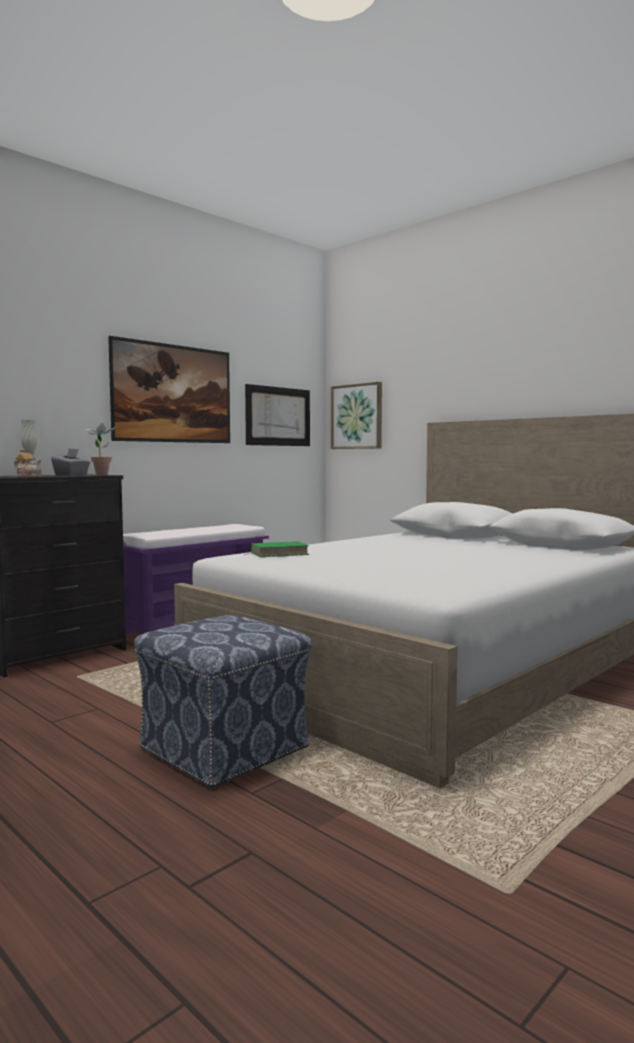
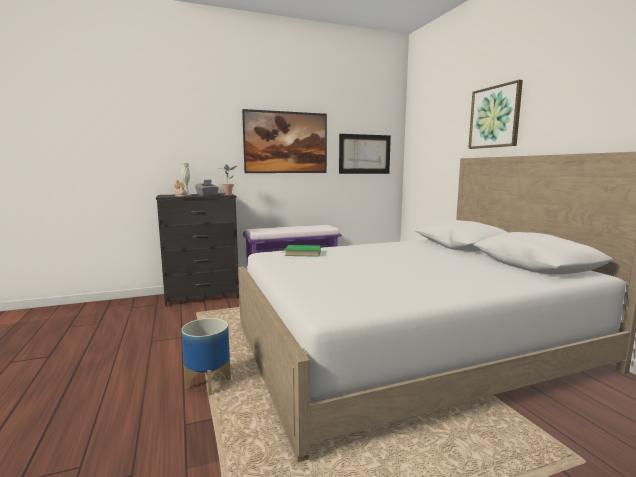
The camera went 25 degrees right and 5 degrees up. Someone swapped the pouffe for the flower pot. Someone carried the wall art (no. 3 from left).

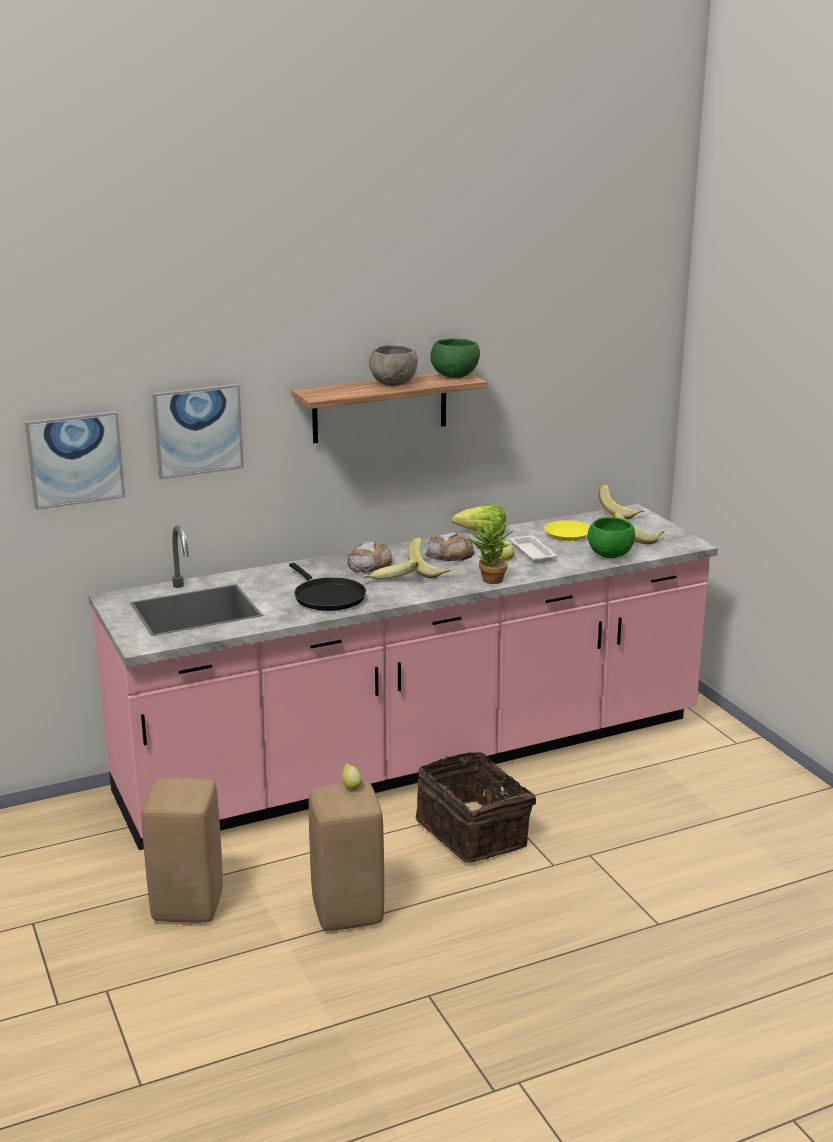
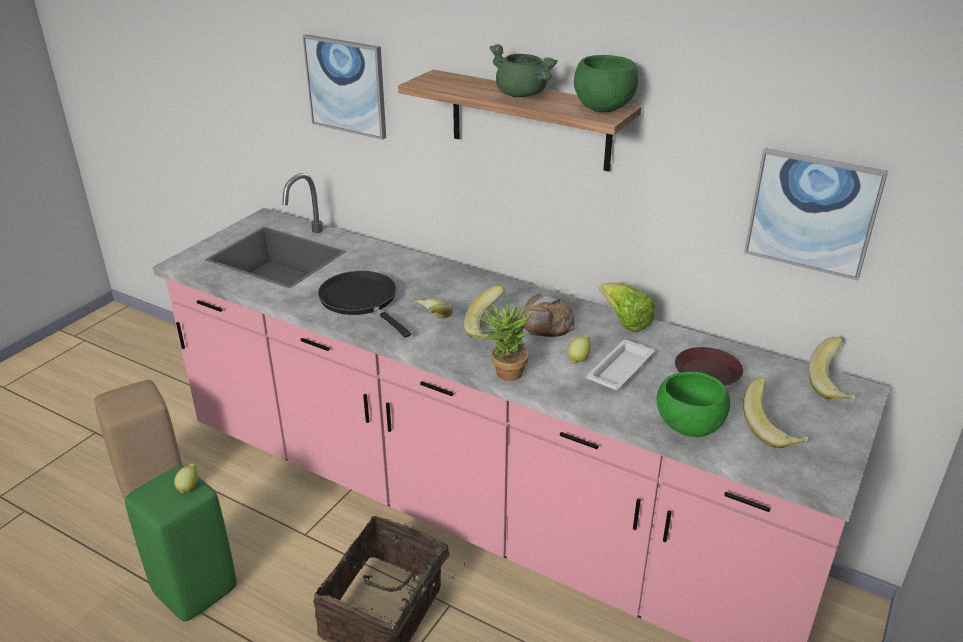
The camera went 55 degrees right and 10 degrees up. Someone carried the wall art (no. 1 from left in the first image). Someone rotated the black frying pan by 120 degrees clockwise. Someone repainted the beige stool (no. 2 from left), which became the greenish stool. Someone took away the bakery bread (no. 1 from left). Someone swapped the greyish deep dish for the greenish saucepot. Someone repainted the yellowish plate, which became the brown-coloured plate.

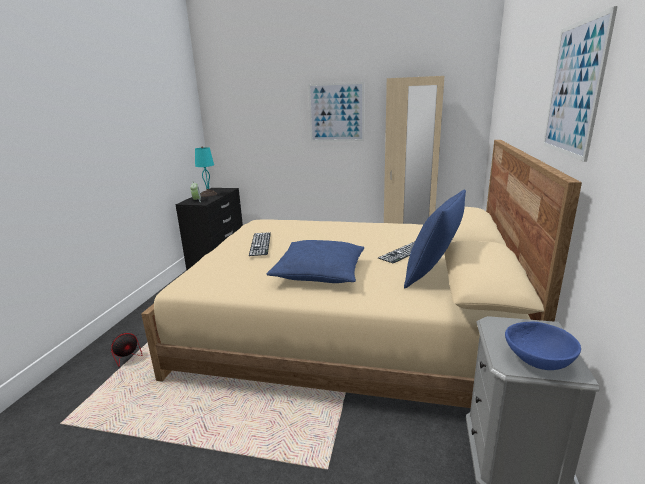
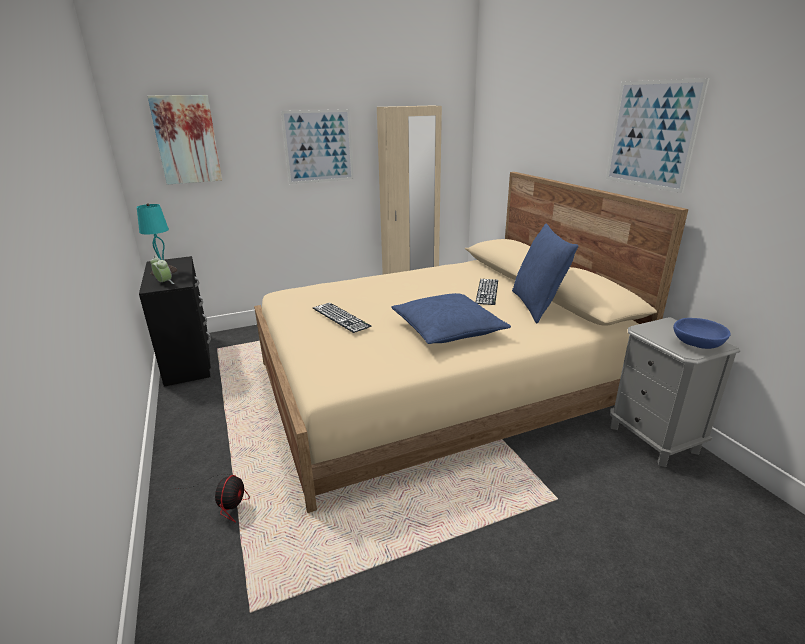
The camera went 35 degrees left and 5 degrees up. Someone put up the wall art (no. 1 from left).

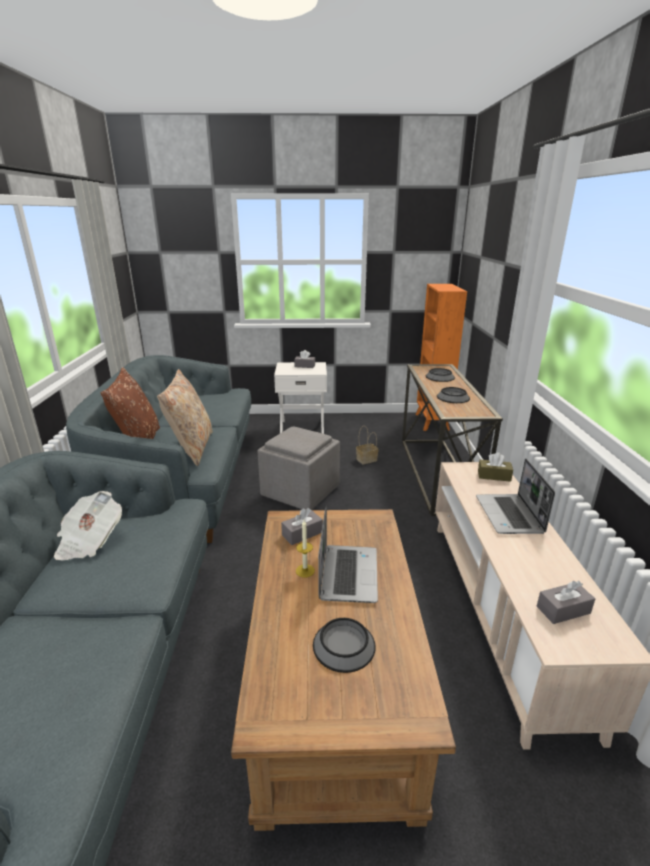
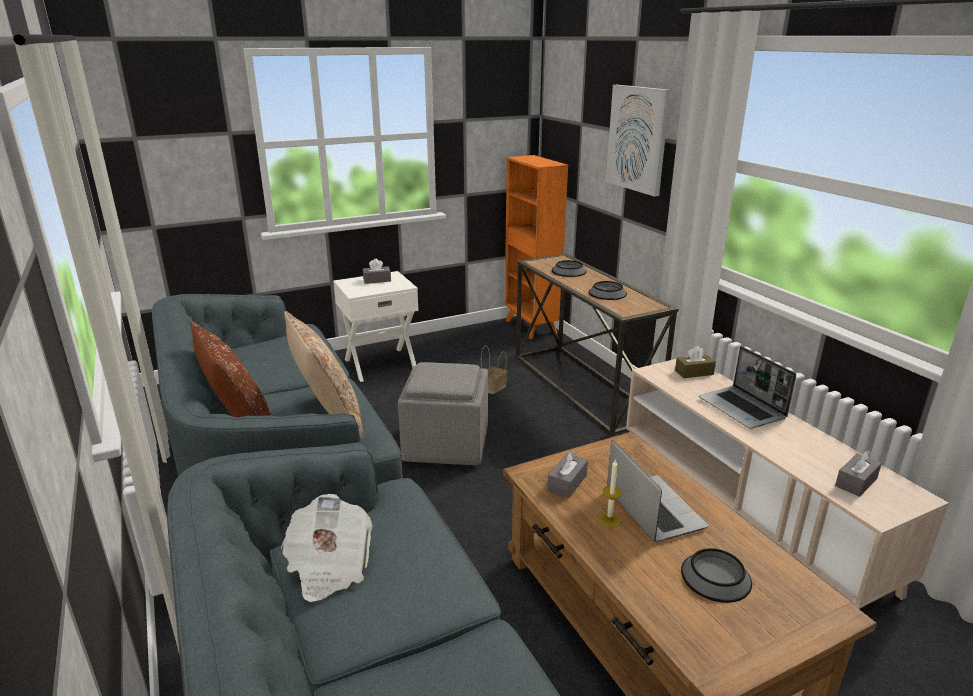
The camera went 25 degrees left and 0 degrees up. Someone put up the wall art.

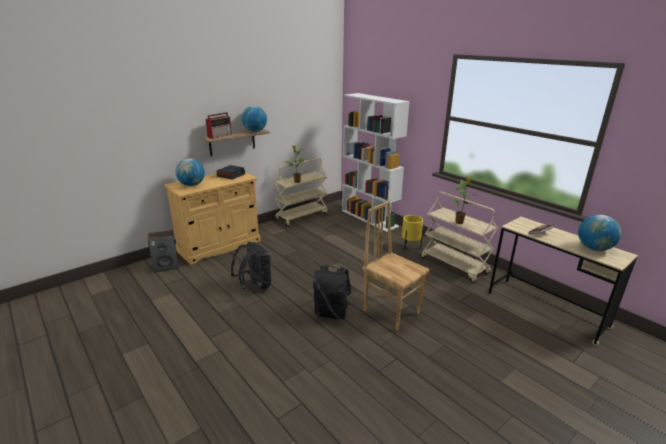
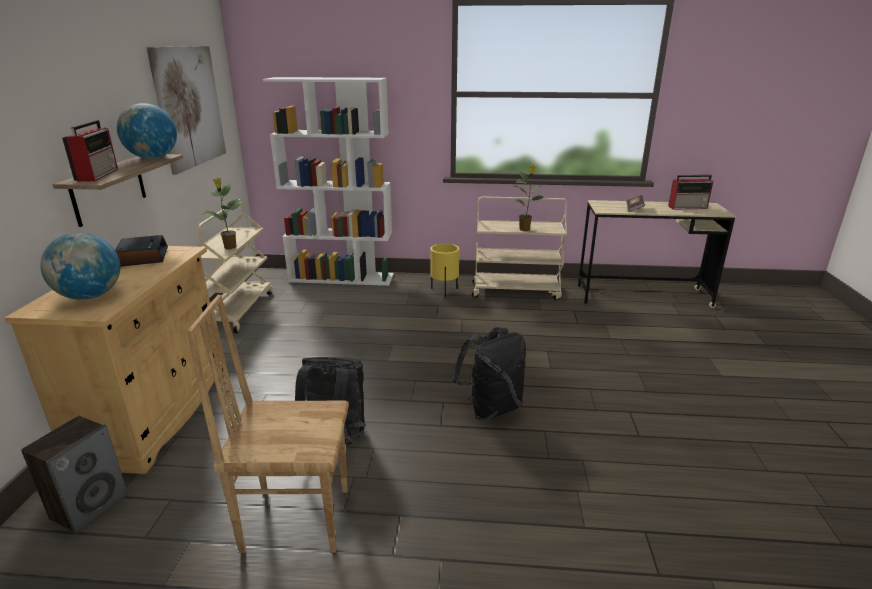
The camera went 45 degrees left and 0 degrees up. Someone carried the brown-coloured upright chair. Someone swapped the desk globe (no. 3 from left) for the radio (no. 2 from left). Someone put up the wall art.

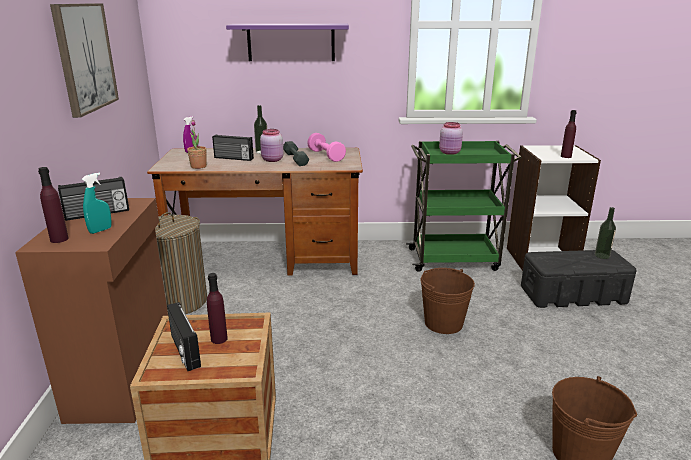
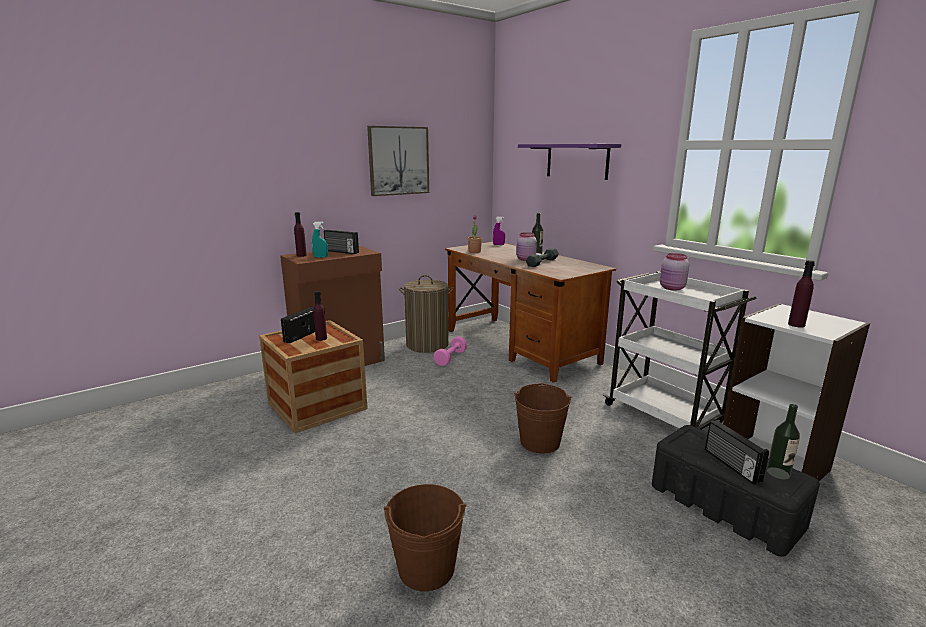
The camera went 55 degrees right and 5 degrees down. Someone carried the radio (no. 3 from left). Someone carried the pink-coloured free weight. Someone repainted the greenish cart, which became the white-coloured cart.

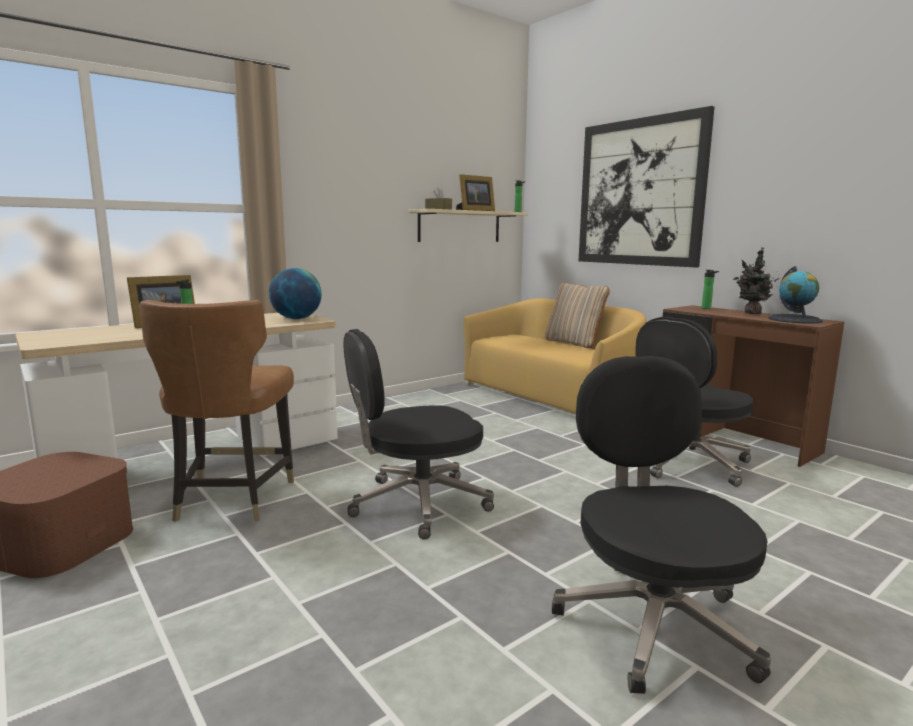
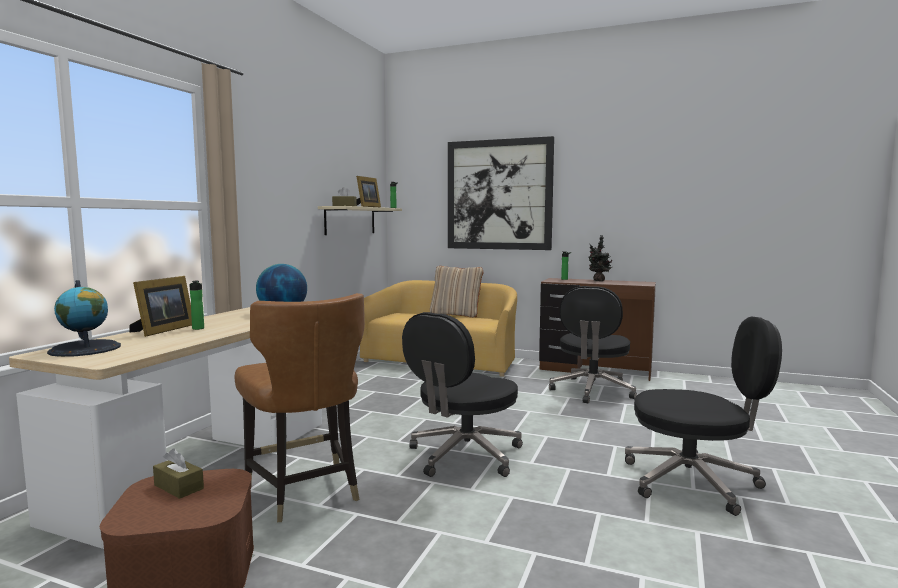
The camera went 30 degrees left and 5 degrees down. Someone rotated the black office chair (no. 2 from left in the first image) by 135 degrees clockwise. Someone carried the desk globe (no. 2 from left in the first image). Someone put down the brown-coloured tissue box (no. 1 from left).

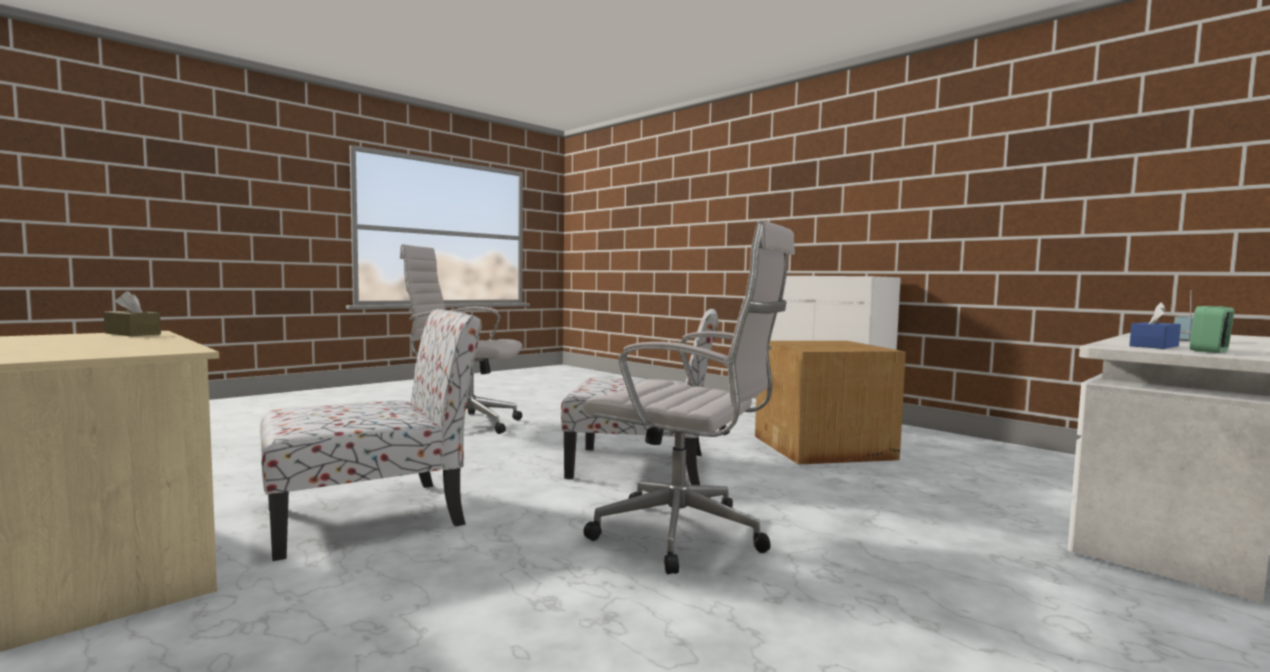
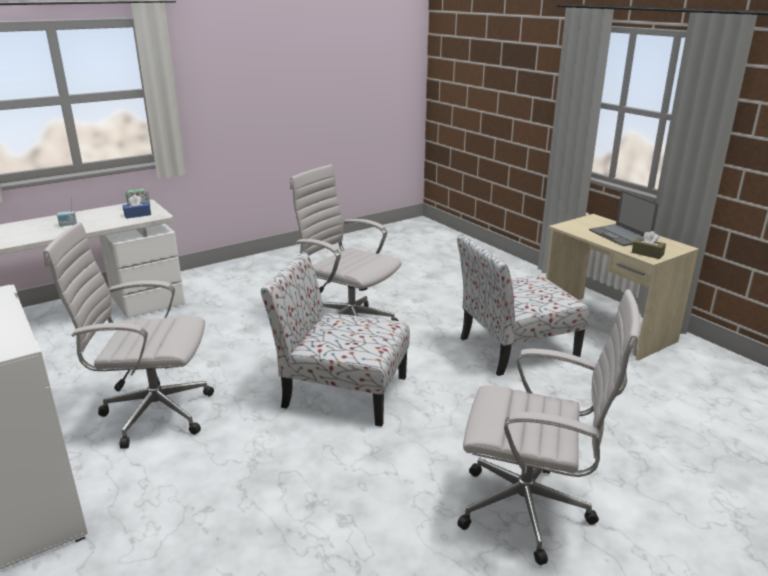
The camera went 170 degrees left and 20 degrees up. Someone swapped the cardboard box for the white-coloured office chair (no. 1 from left). Someone put down the notebook computer.

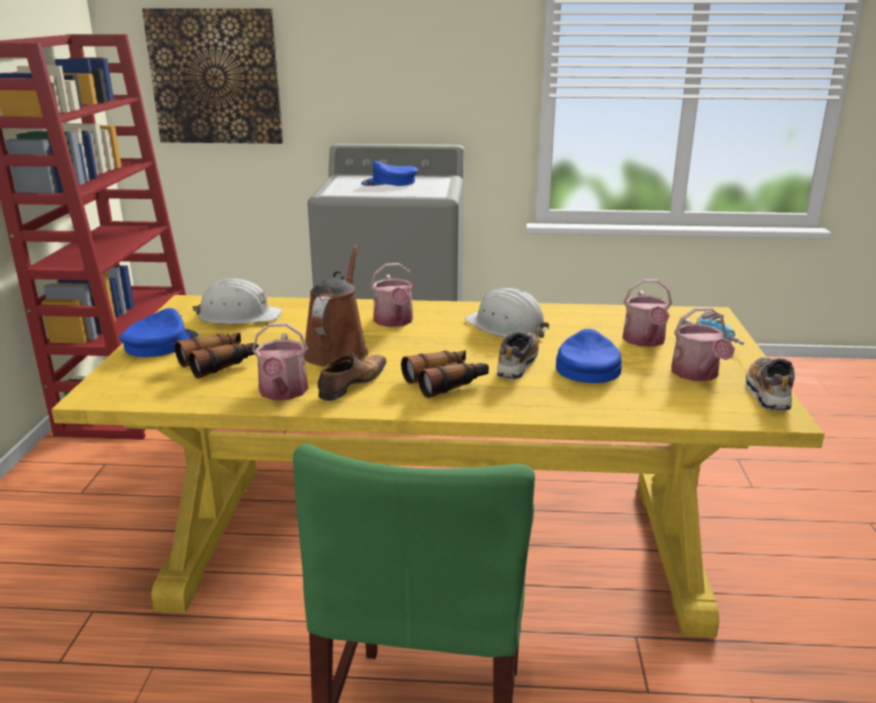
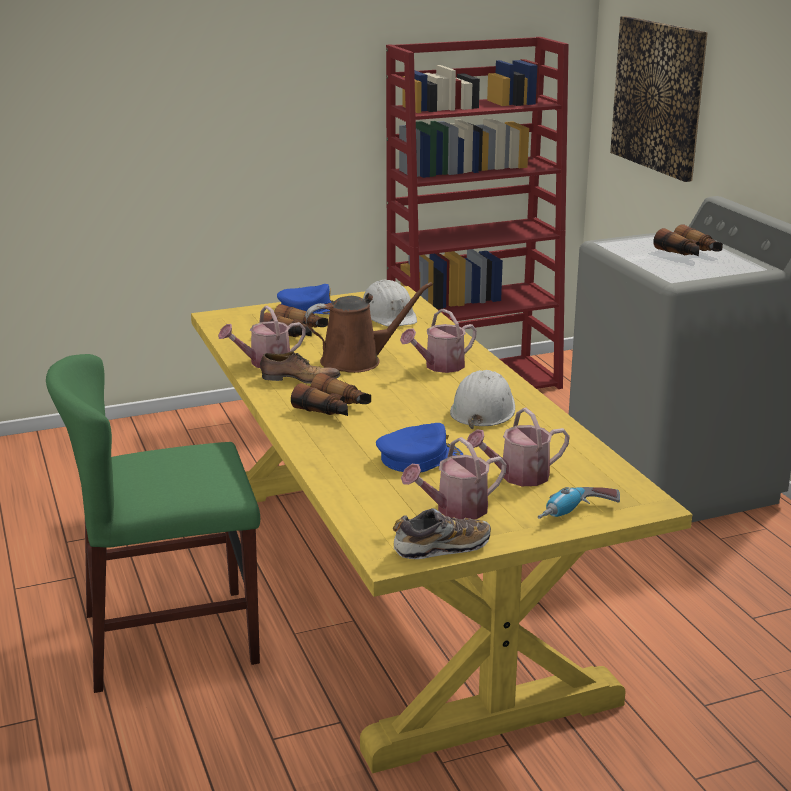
The camera went 65 degrees right and 0 degrees up. Someone swapped the blue cap (no. 2 from left) for the binoculars (no. 3 from left). Someone took away the item of footwear (no. 2 from left).

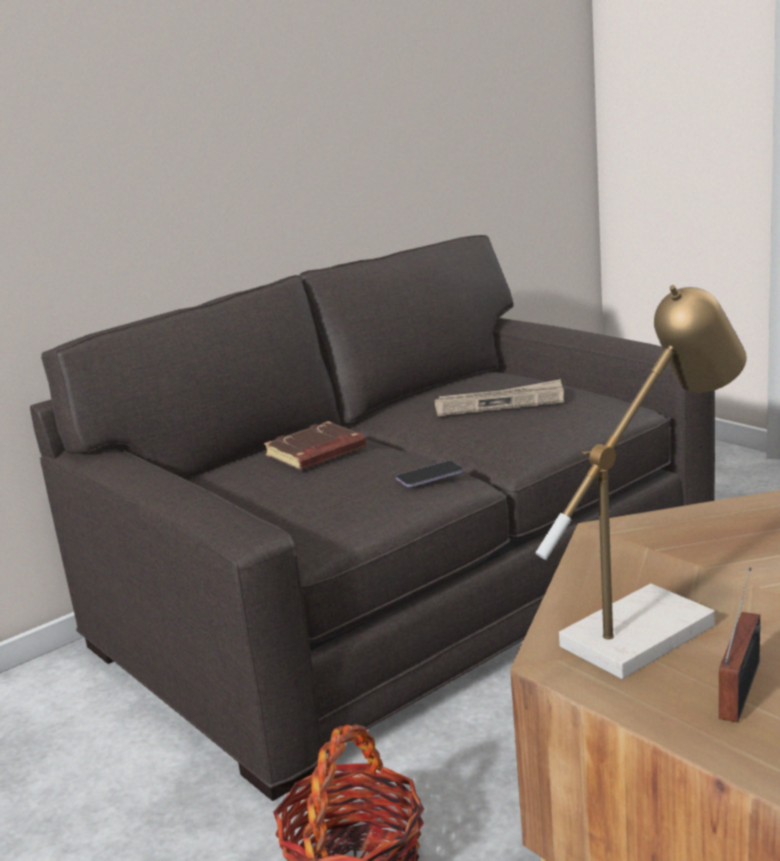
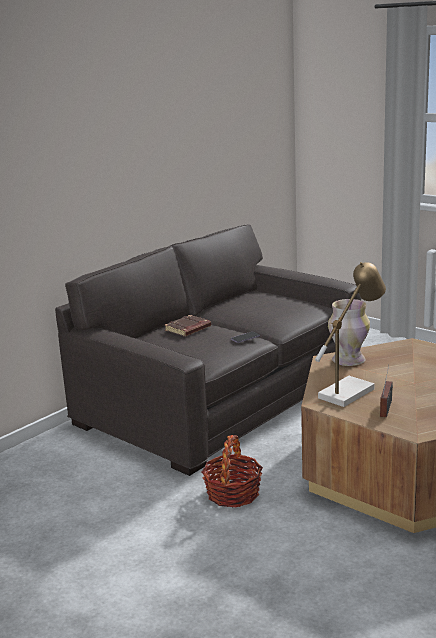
The camera went 10 degrees left and 0 degrees up. Someone took away the printed paper. Someone put down the vase.

